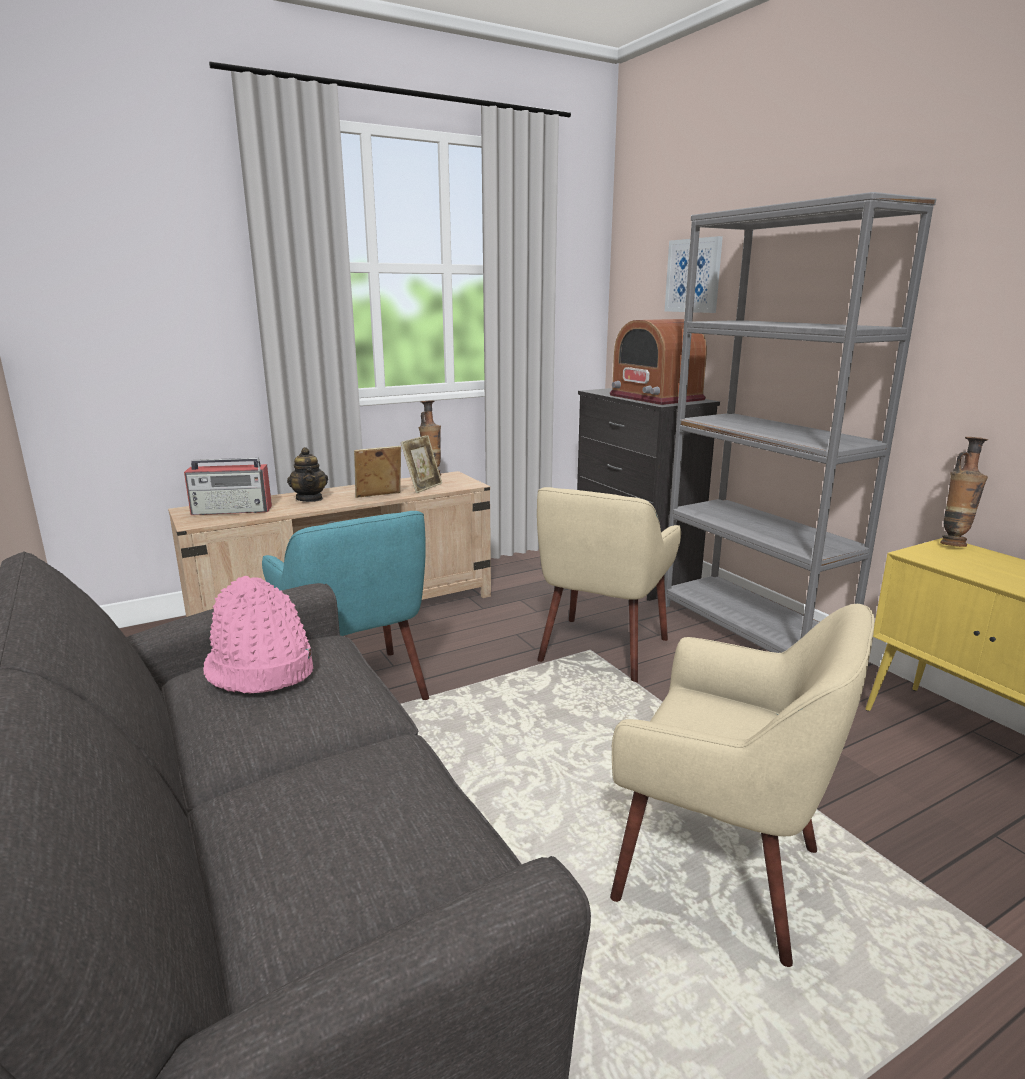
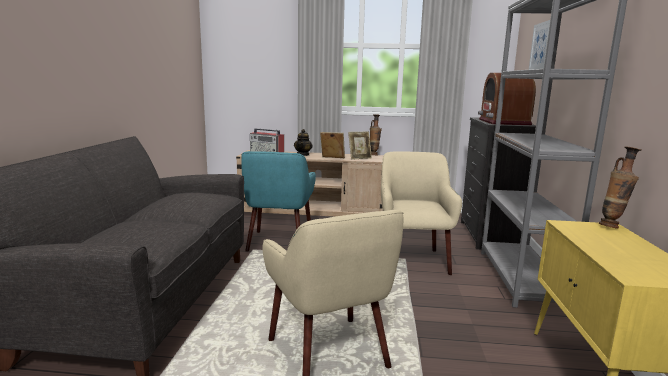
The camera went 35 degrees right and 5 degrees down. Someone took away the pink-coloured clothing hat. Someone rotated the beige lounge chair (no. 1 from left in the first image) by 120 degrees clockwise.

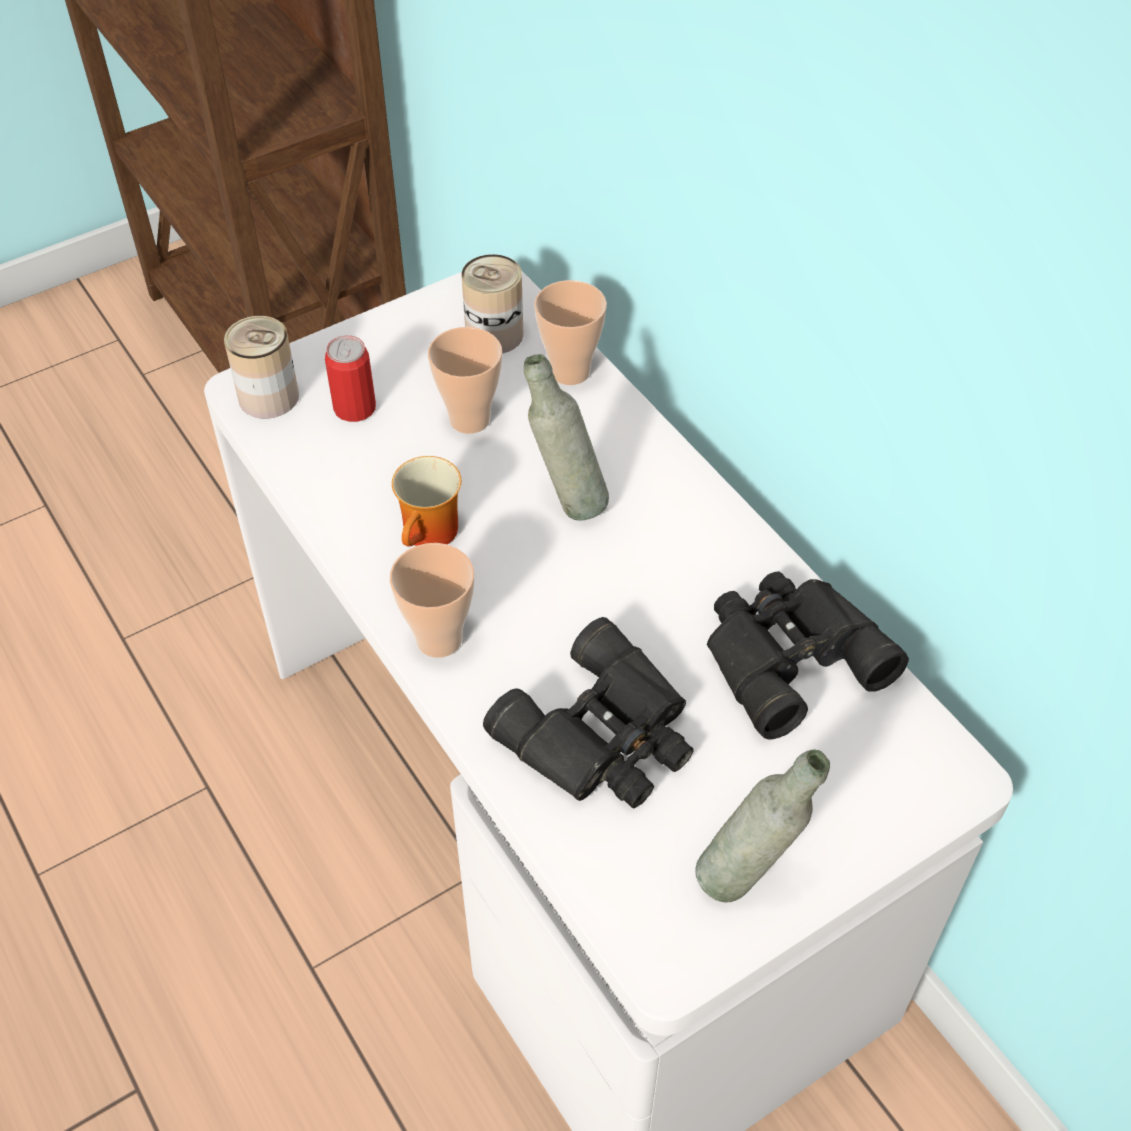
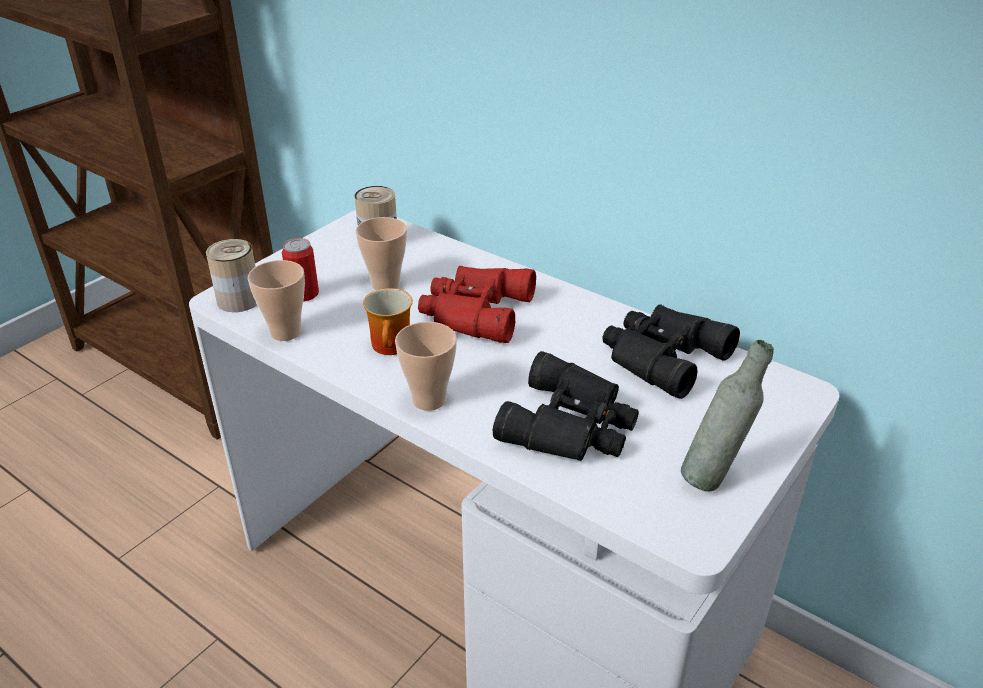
The camera went 20 degrees left and 15 degrees down. Someone swapped the greyish bottle (no. 1 from left) for the reddish binoculars. Someone carried the small cup (no. 3 from left in the first image).

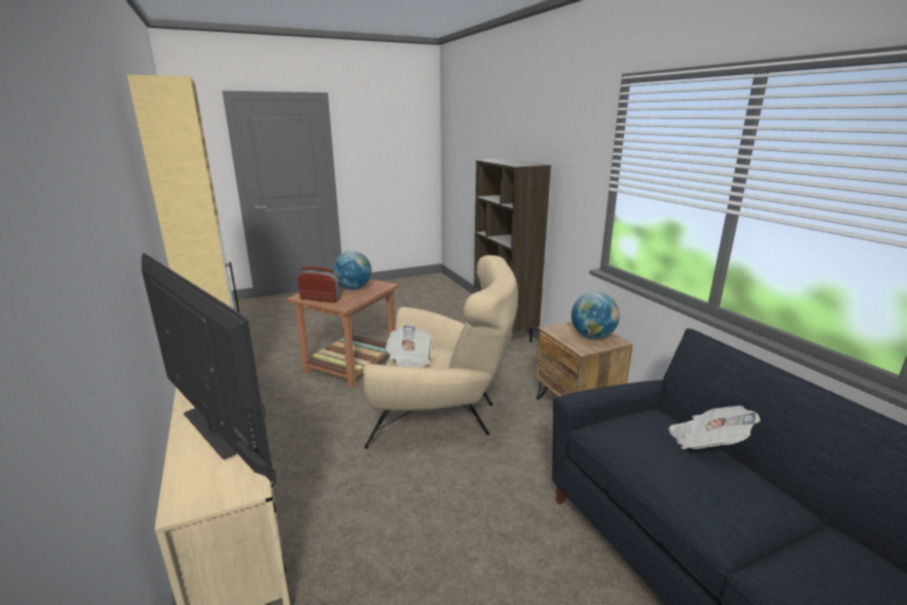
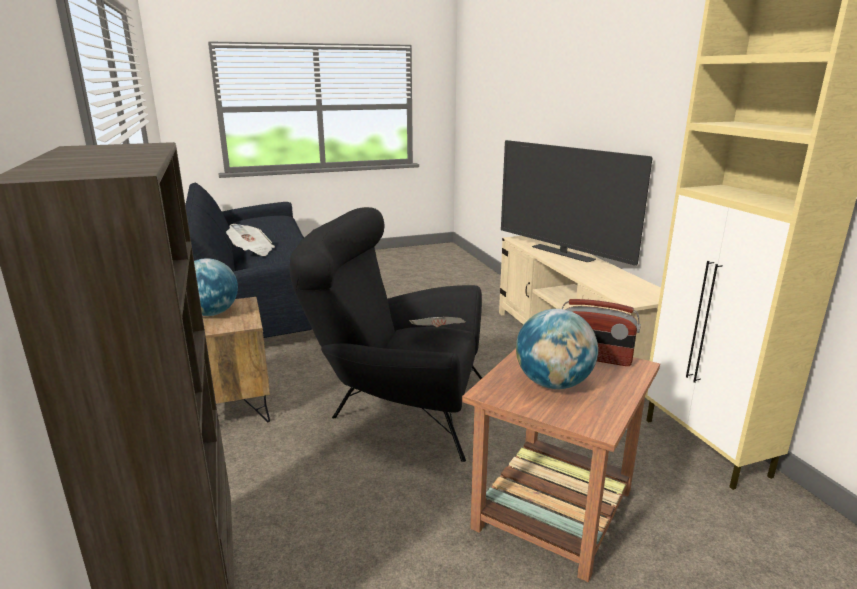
The camera went 175 degrees left and 0 degrees up. Someone repainted the beige lounge chair, which became the black lounge chair.

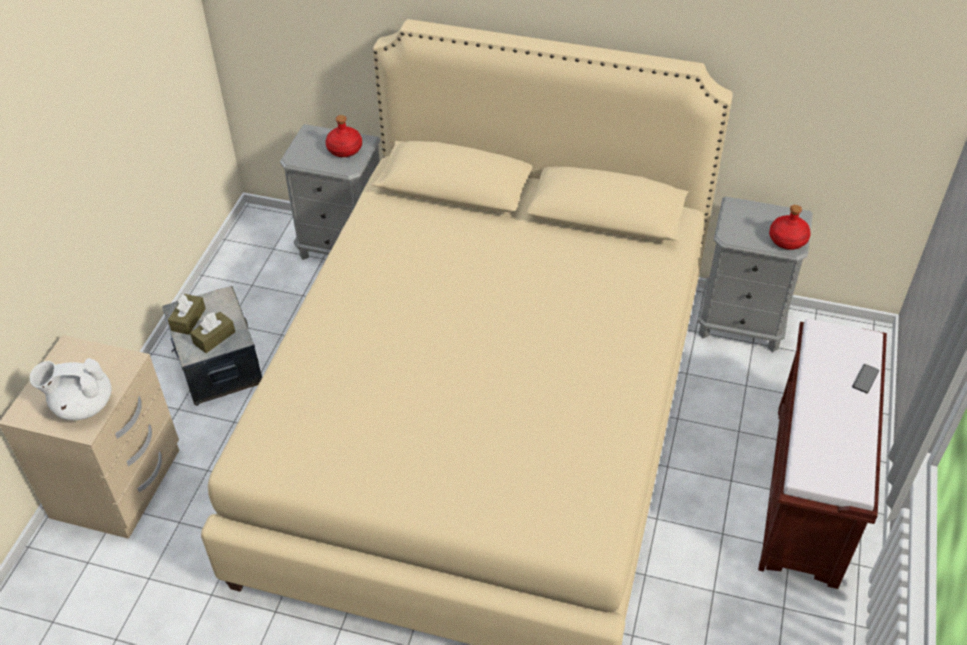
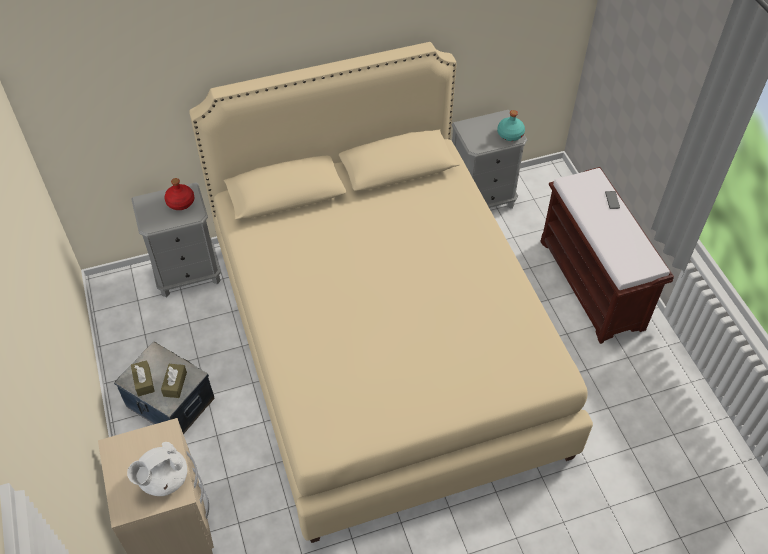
The camera went 35 degrees left and 5 degrees up. Someone repainted the reddish bottle (no. 2 from left), which became the blue-green bottle.

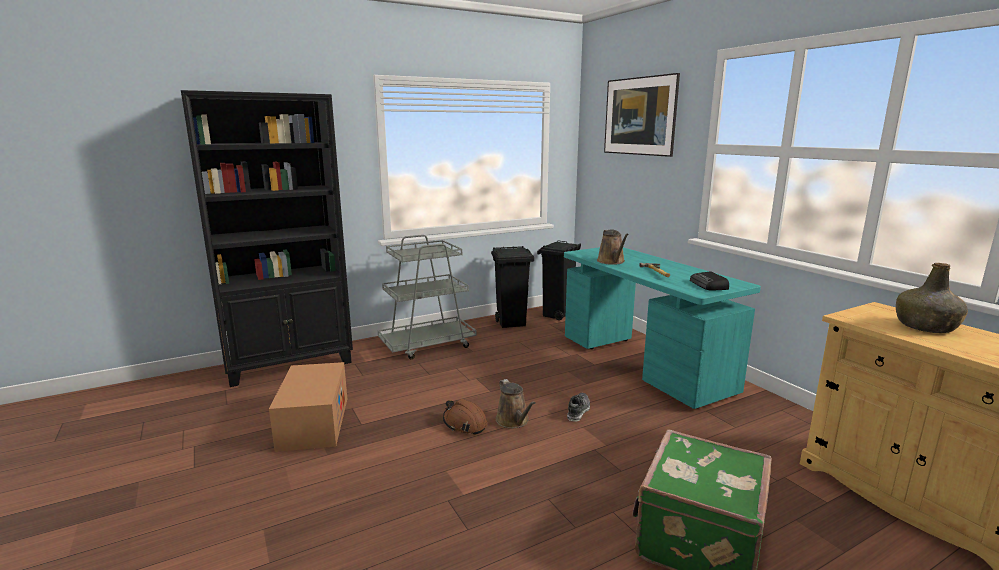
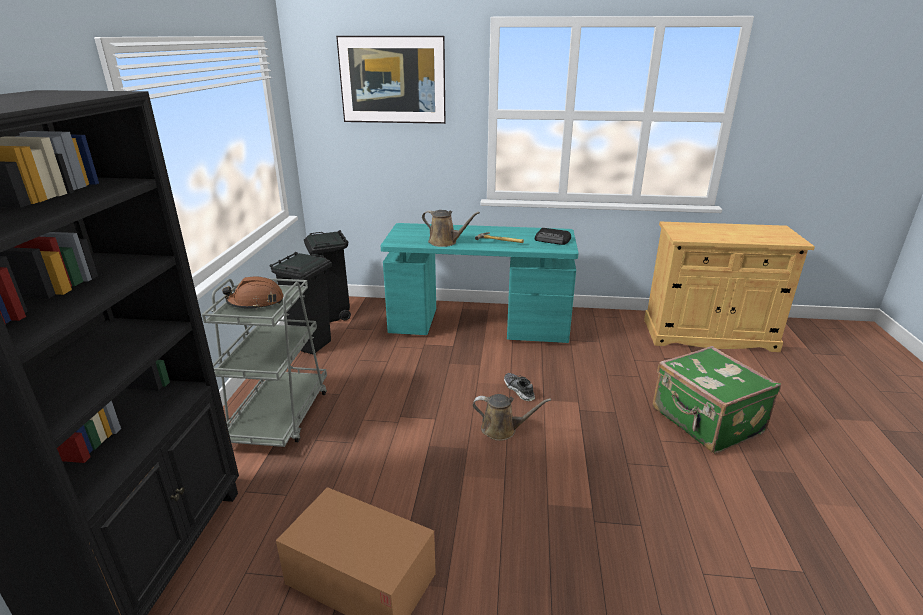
The camera went 55 degrees left and 10 degrees up. Someone carried the brown-coloured safety helmet. Someone took away the greenish bottle.

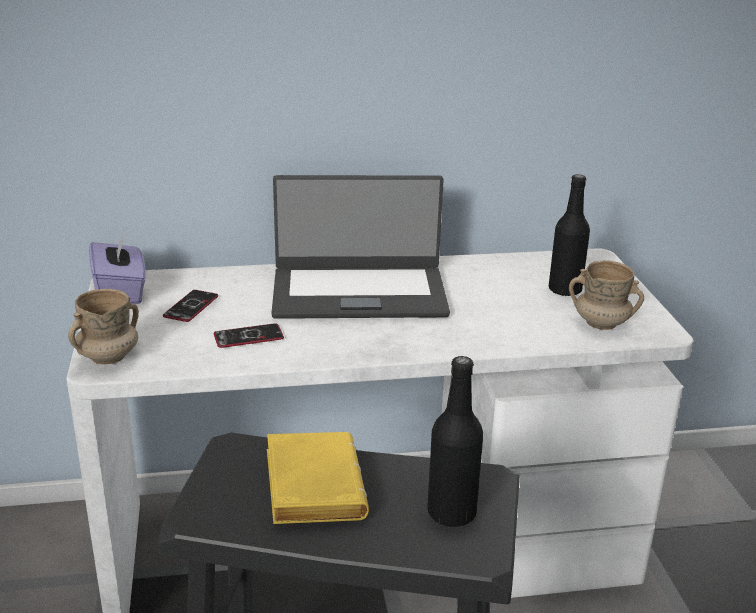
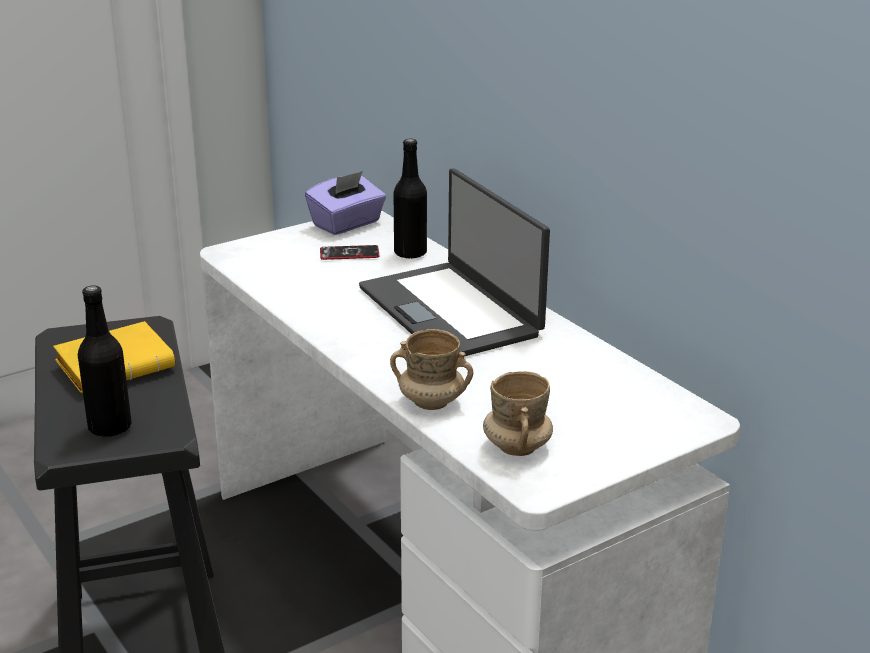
The camera went 65 degrees right and 0 degrees up. Someone carried the beige coffee mug (no. 1 from left). Someone took away the telephone (no. 2 from left). Someone carried the black bottle (no. 2 from left).

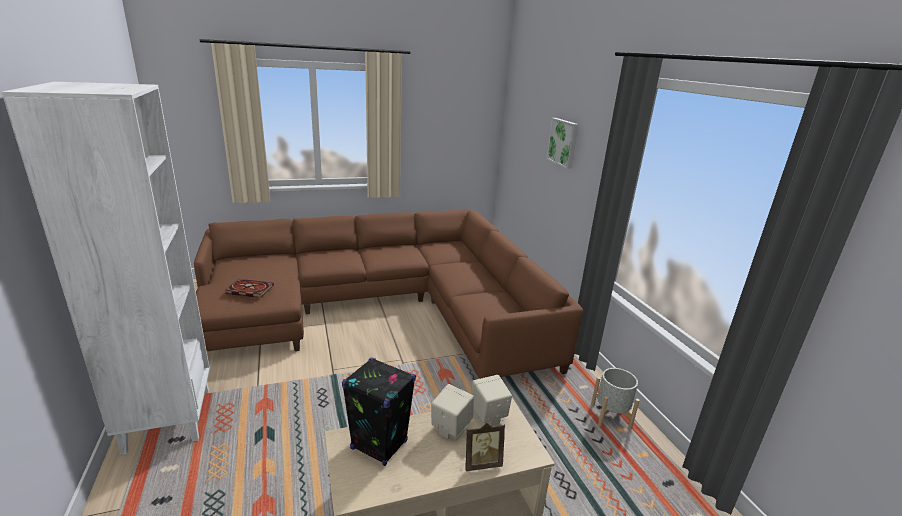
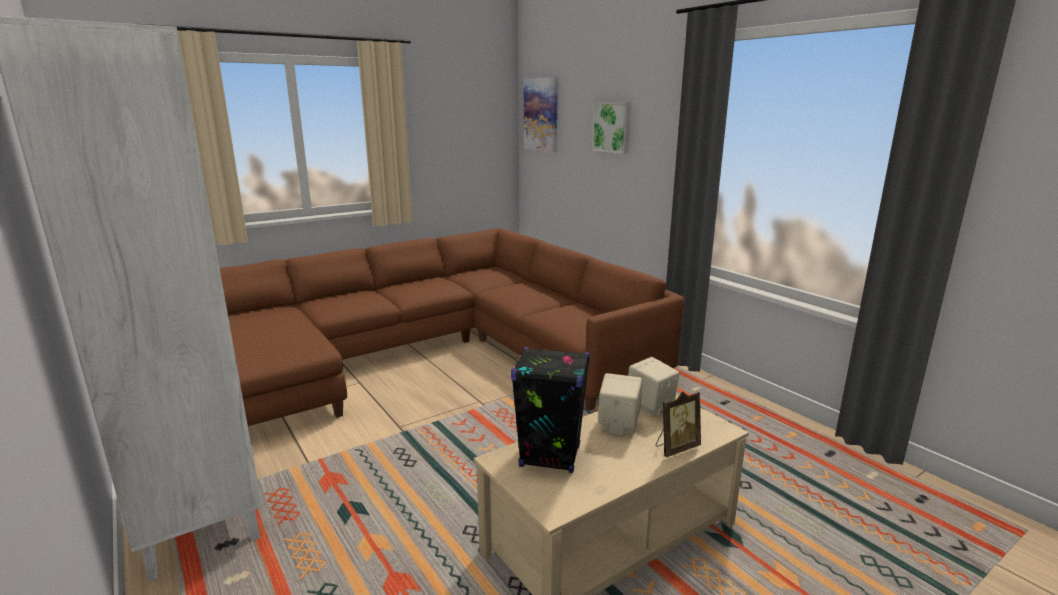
The camera went 15 degrees left and 5 degrees down. Someone took away the volume. Someone took away the greyish flower pot. Someone put up the wall art (no. 1 from left).

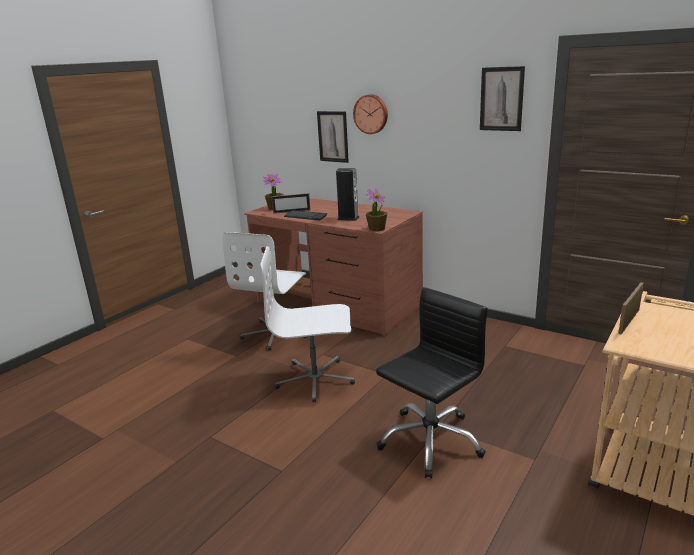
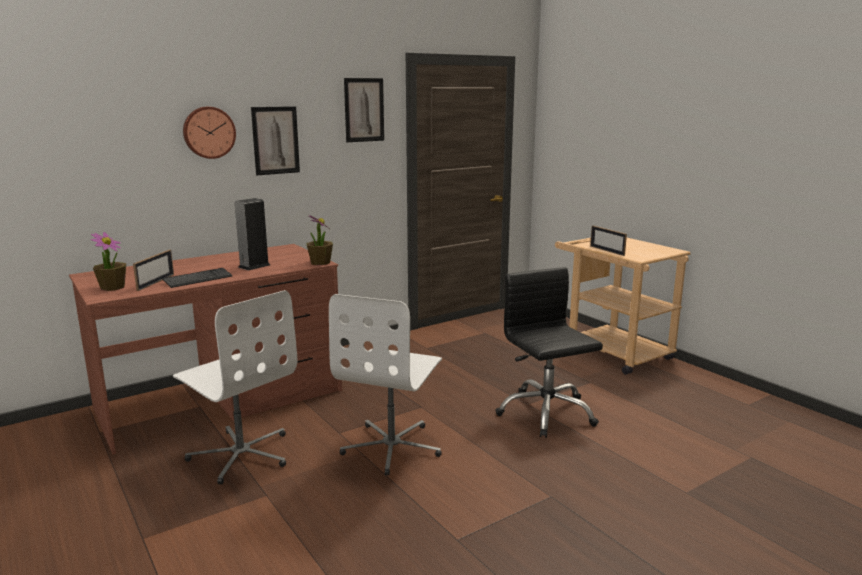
The camera went 70 degrees left and 5 degrees down. Someone carried the wall art (no. 1 from left).

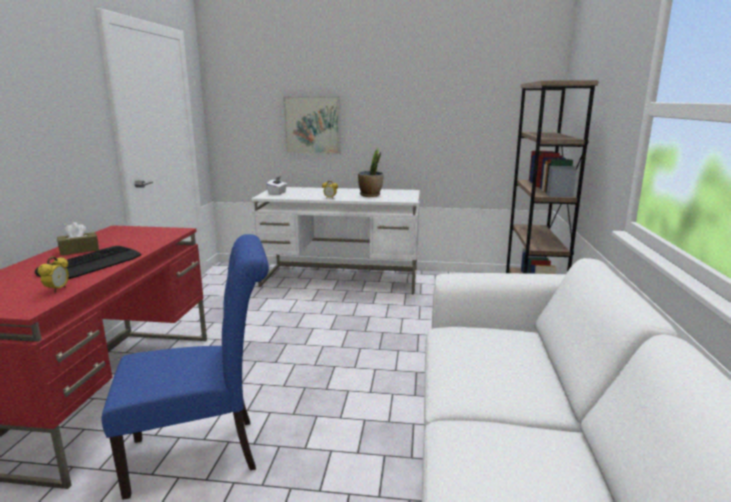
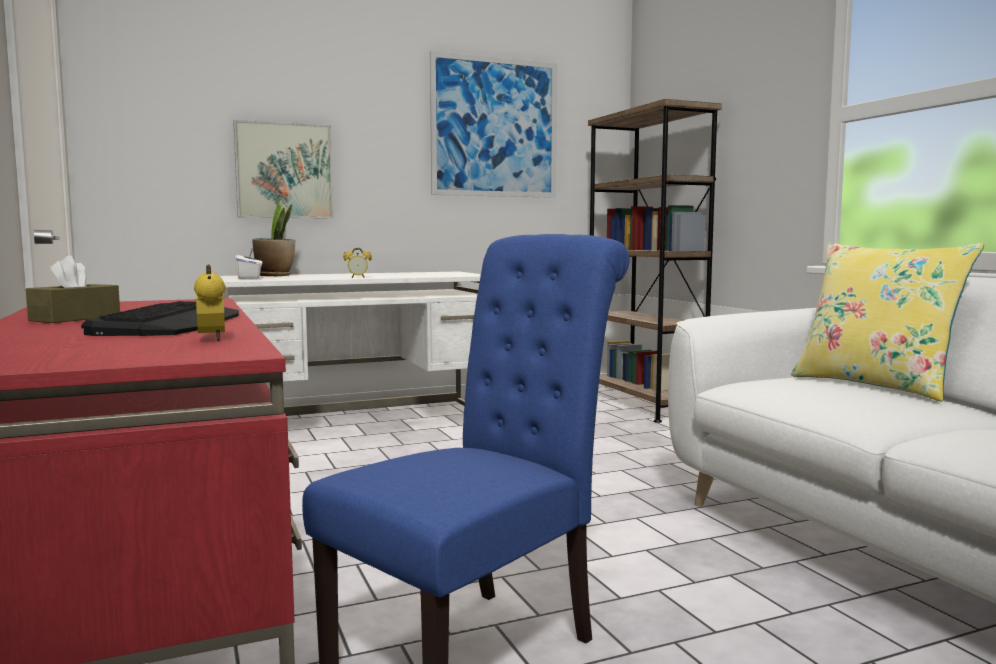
The camera went 30 degrees left and 10 degrees down. Someone carried the houseplant. Someone put up the wall art (no. 2 from left). Someone put down the yellowish pillow.

